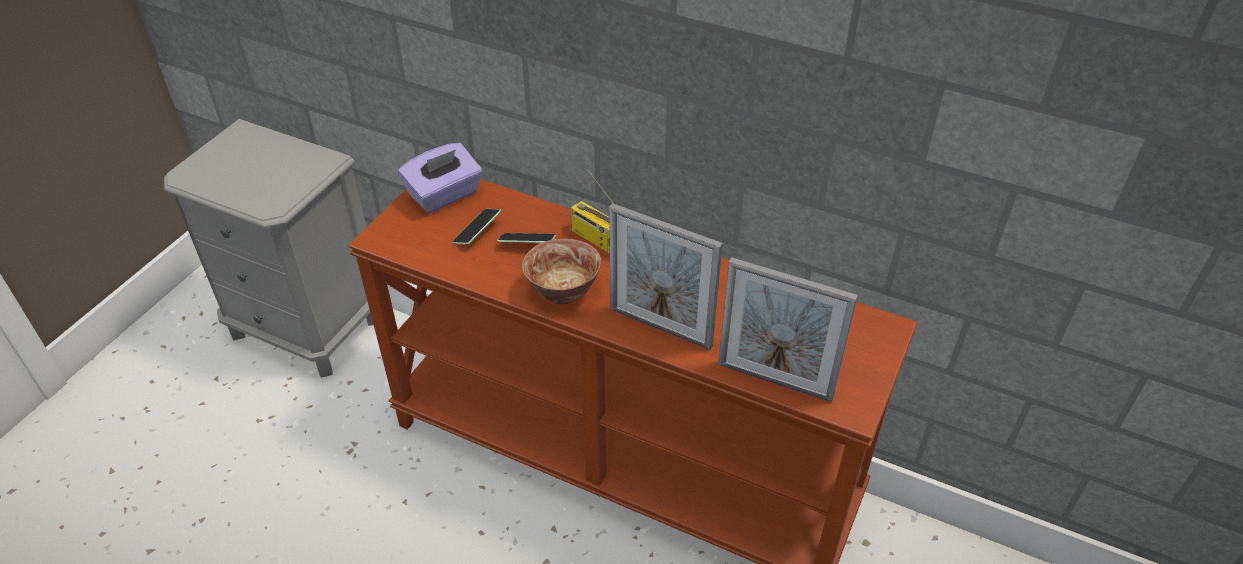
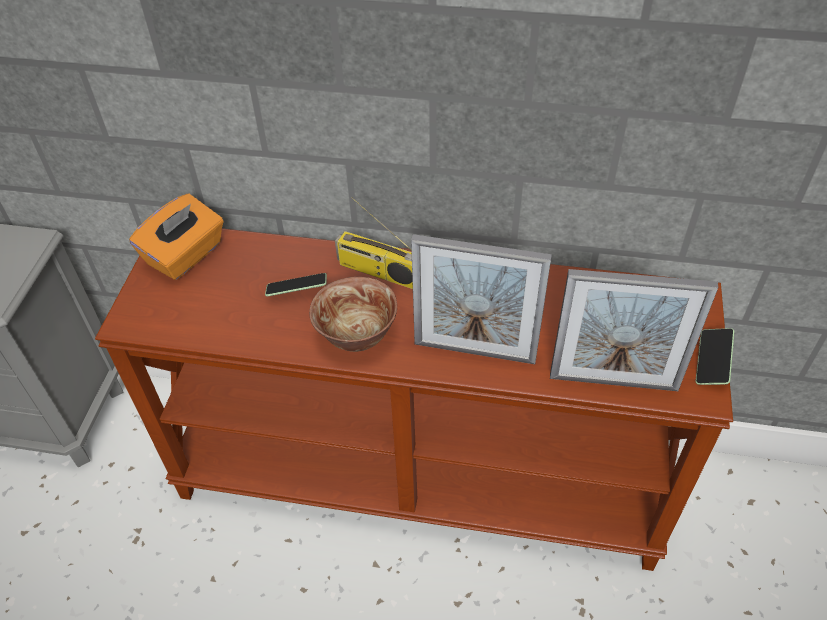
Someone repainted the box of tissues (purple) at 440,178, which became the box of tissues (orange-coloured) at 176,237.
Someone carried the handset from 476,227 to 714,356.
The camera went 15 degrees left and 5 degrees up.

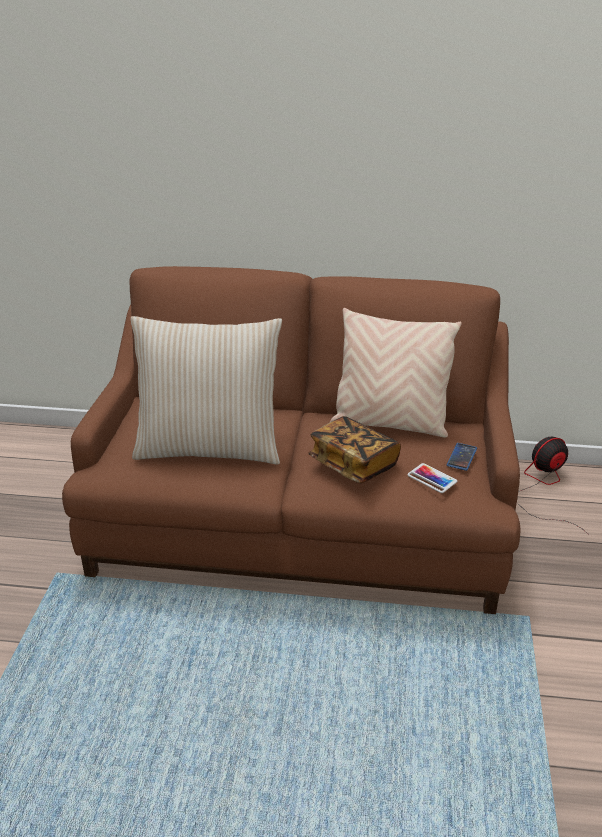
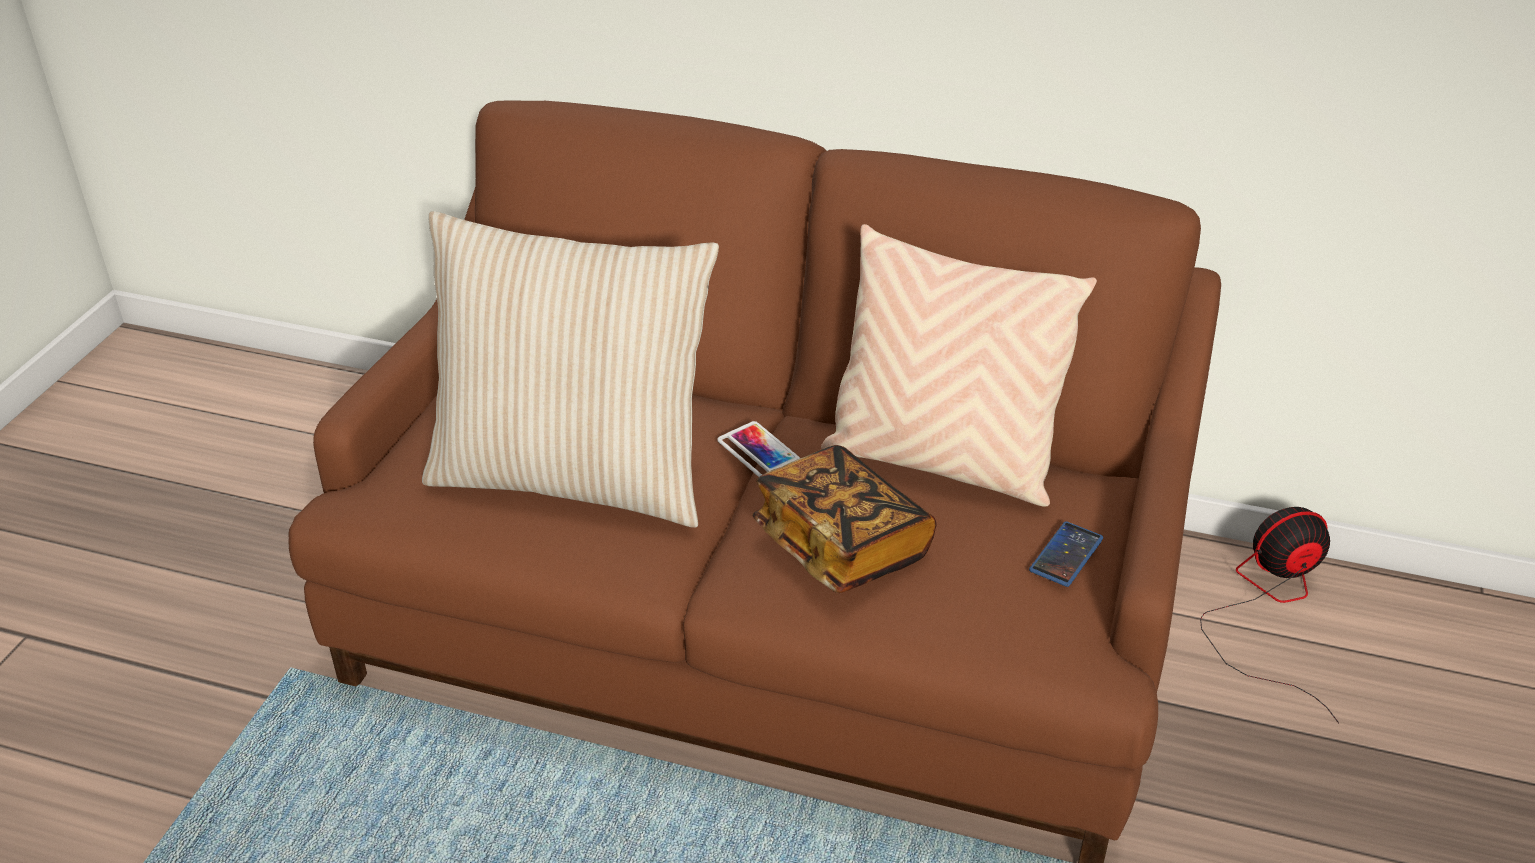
Someone carried the handset from 432,478 to 758,449.
The camera went 10 degrees right and 5 degrees up.

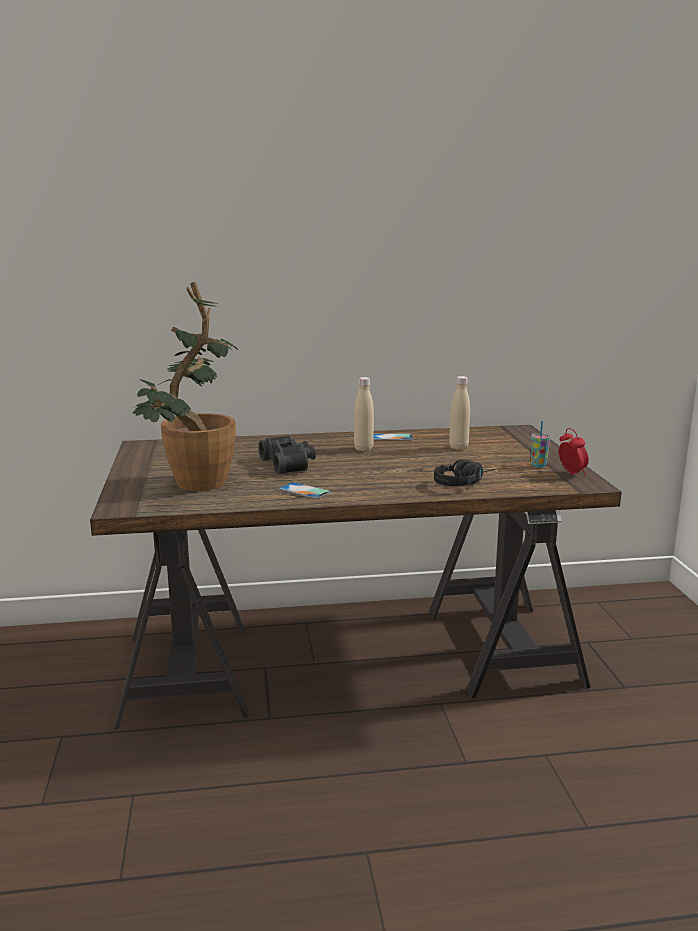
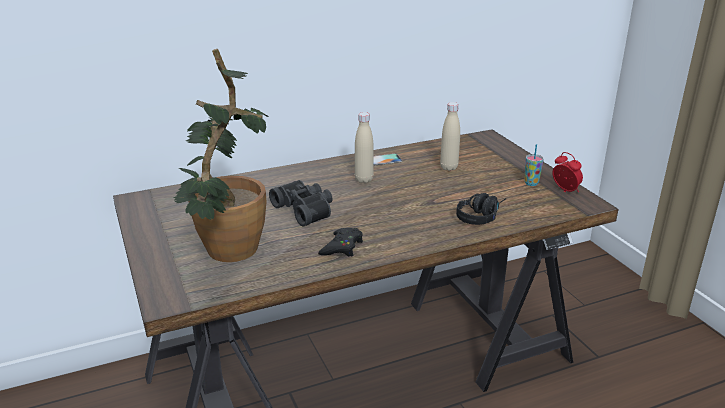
Someone swapped the handset at 304,490 for the game controller (black) at 340,242.
The camera went 15 degrees left and 10 degrees up.

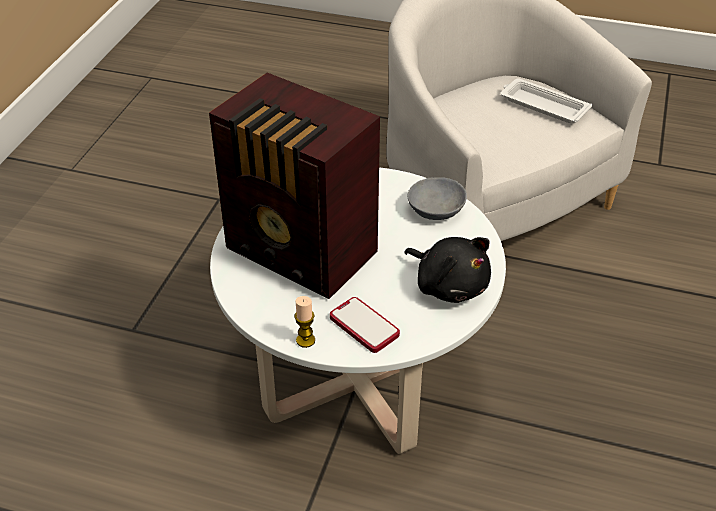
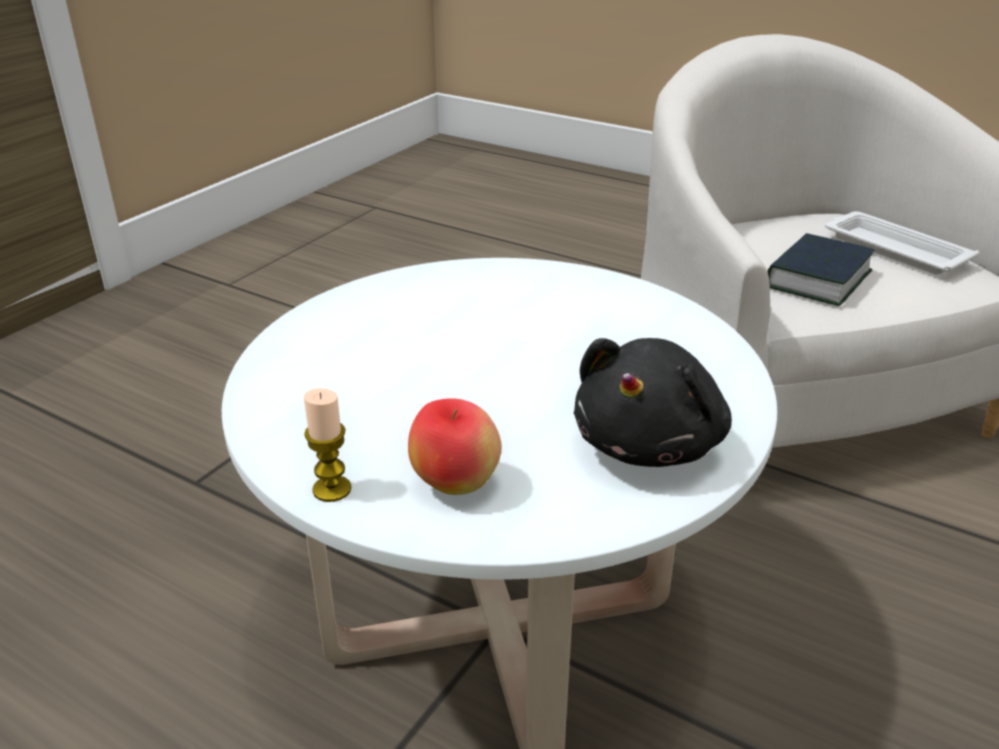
Someone took away the radio set at 294,186.
Someone swapped the handset at 365,325 for the apple fruit at 454,446.
Someone rotated the cuddly toy (black) at 447,270 by 60 degrees clockwise.
Someone took away the deep dish (gray) at 437,198.
Someone put down the bound book at 821,269.
The camera went 15 degrees right and 10 degrees down.

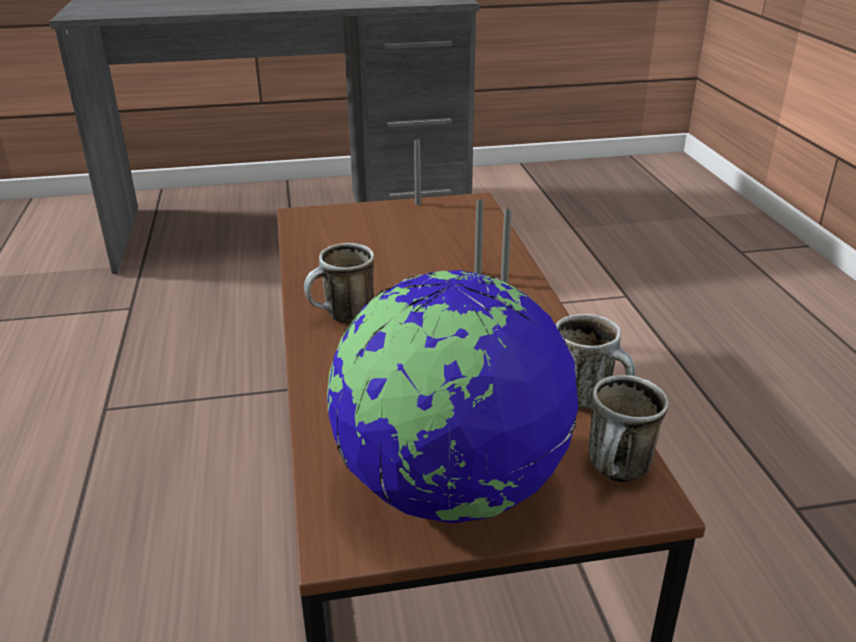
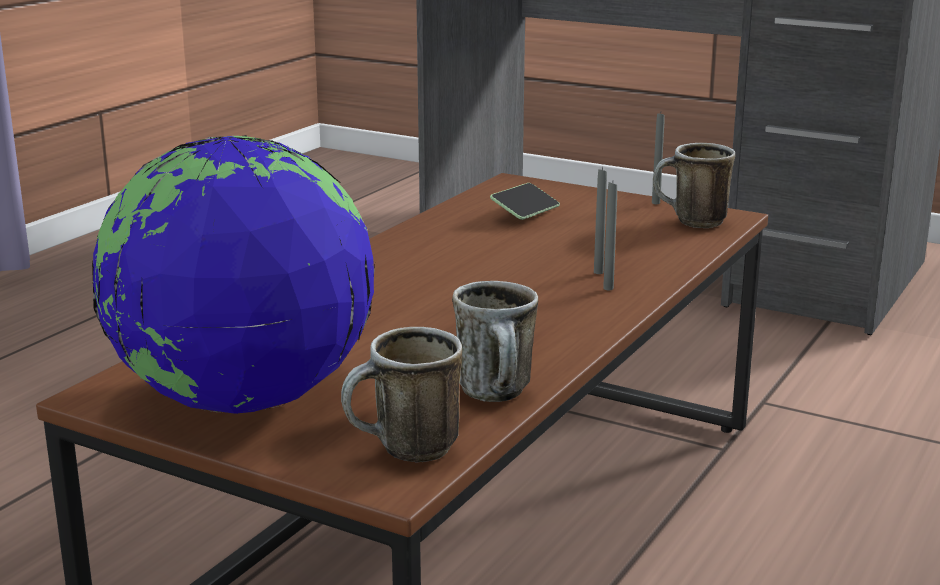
Someone carried the tea mug from 339,283 to 694,185.
Someone put down the handset at 525,201.
The camera went 40 degrees right and 10 degrees down.

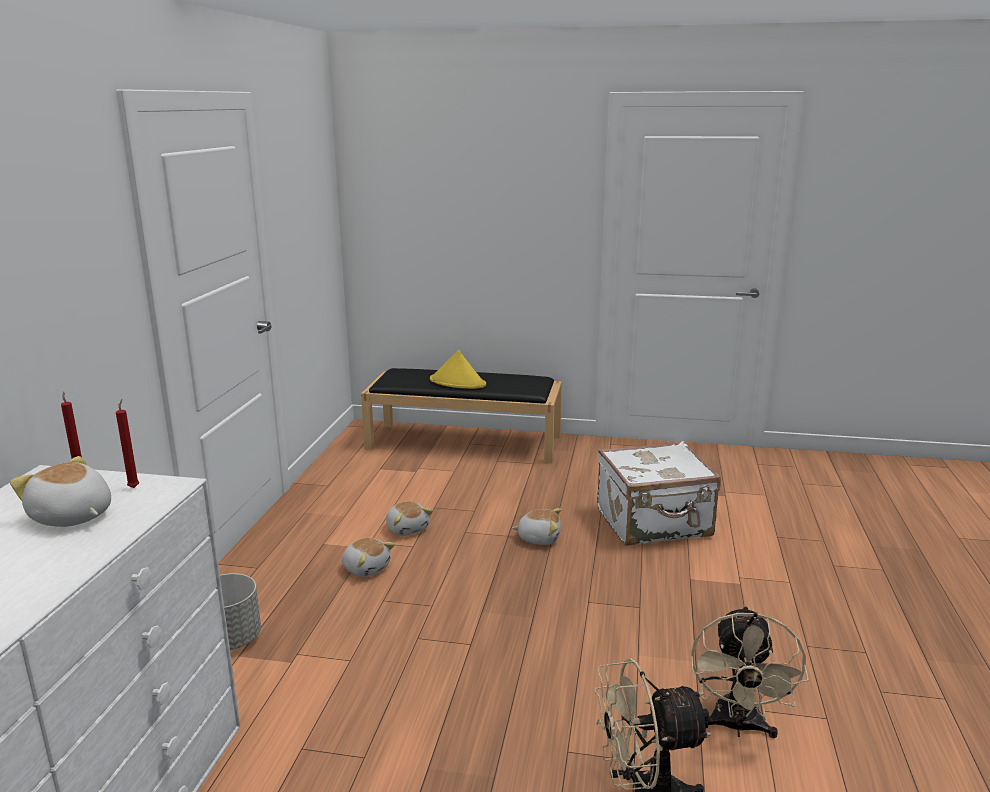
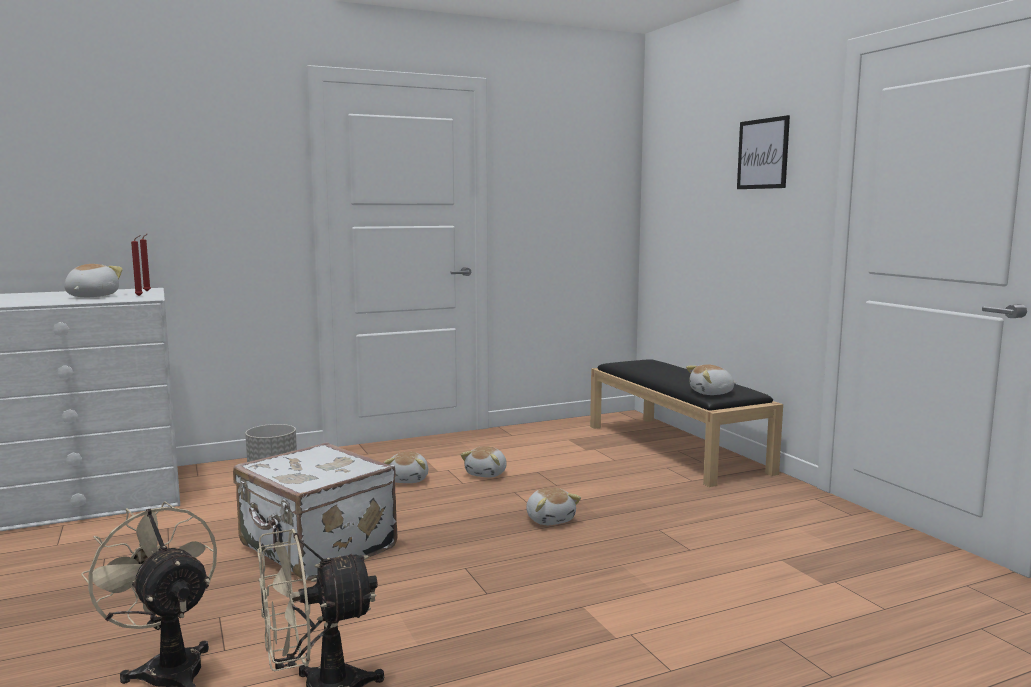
Someone took away the clothing hat (yellowish) at 458,369.
Someone carried the suitcase (whitish) from 659,493 to 315,511.
Someone put down the cuddly toy at 711,380.
Someone put up the wall art at 763,152.
The camera went 55 degrees right and 10 degrees down.

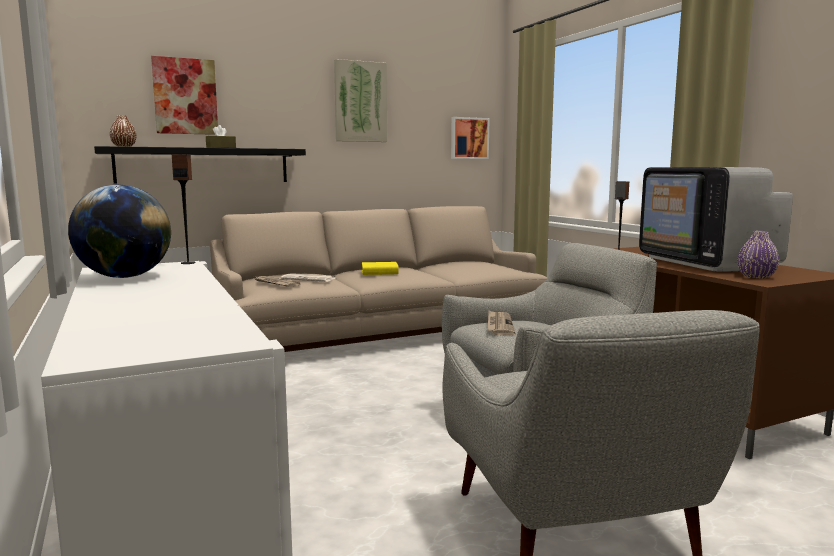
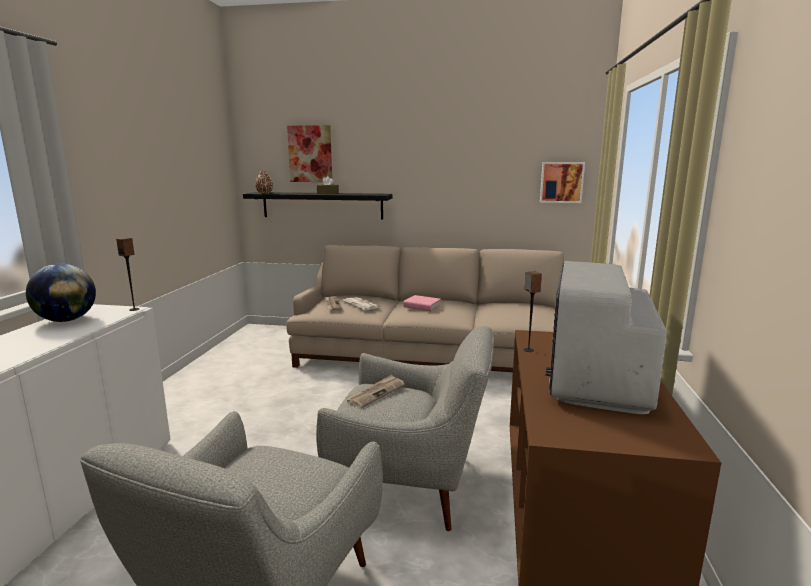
Someone took away the wall art at 360,100.
Someone repainted the bound book (yellowish) at 380,268, which became the bound book (pink-coloured) at 422,303.
Someone took away the decorative vase (purple) at 758,254.
The camera went 35 degrees right and 5 degrees up.

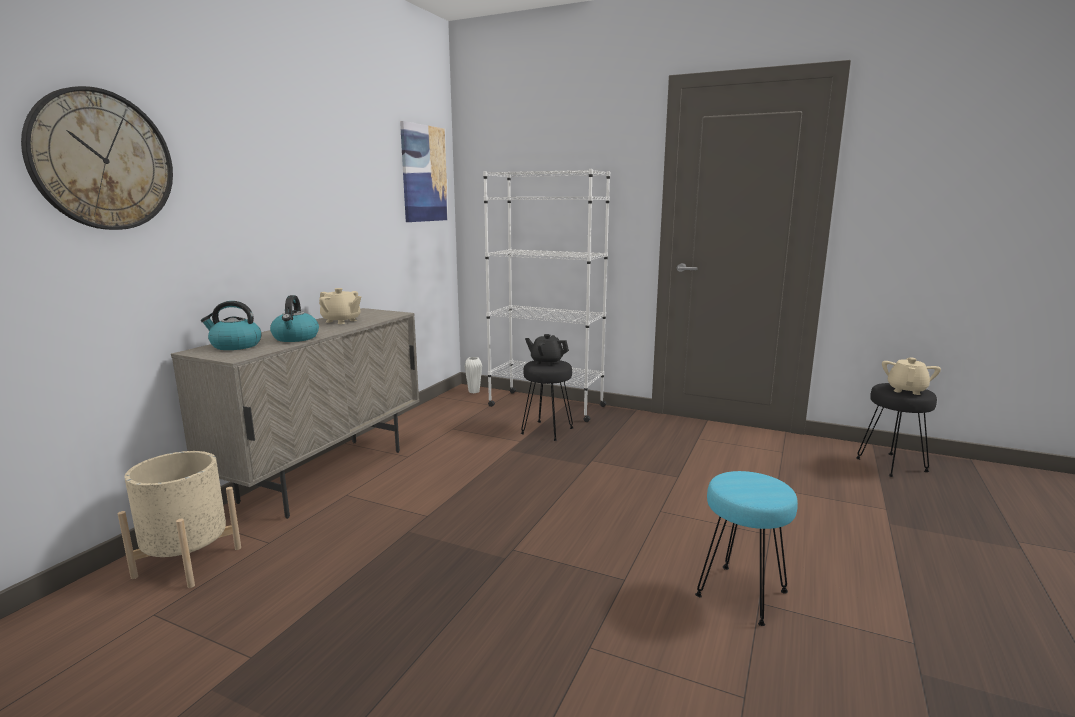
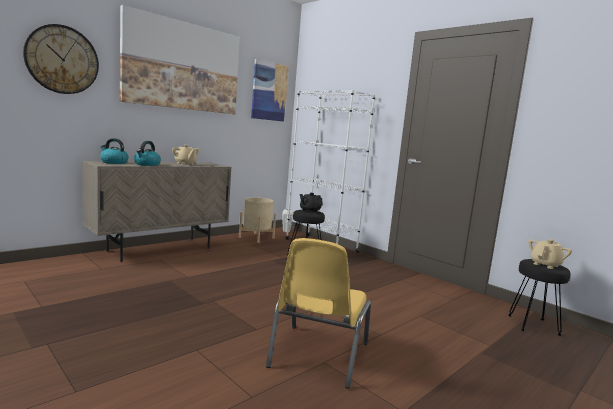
Someone carried the planter (sand-coloured) from 179,519 to 257,220.
Someone swapped the sitting stool (blue-green) at 746,548 for the upright chair (yellowish) at 318,313.
Someone put up the wall art at 180,59.
The camera went 20 degrees right and 5 degrees down.

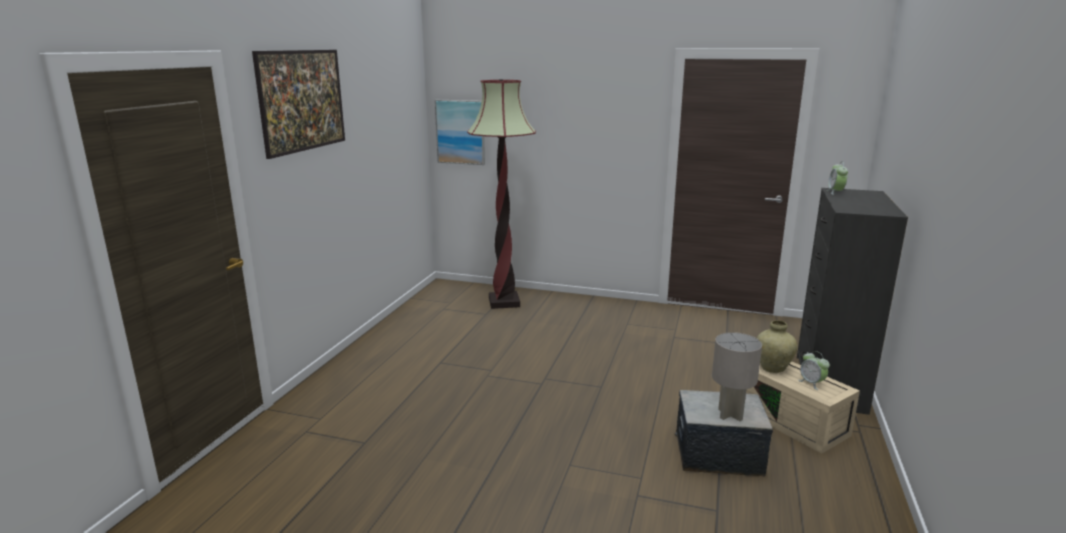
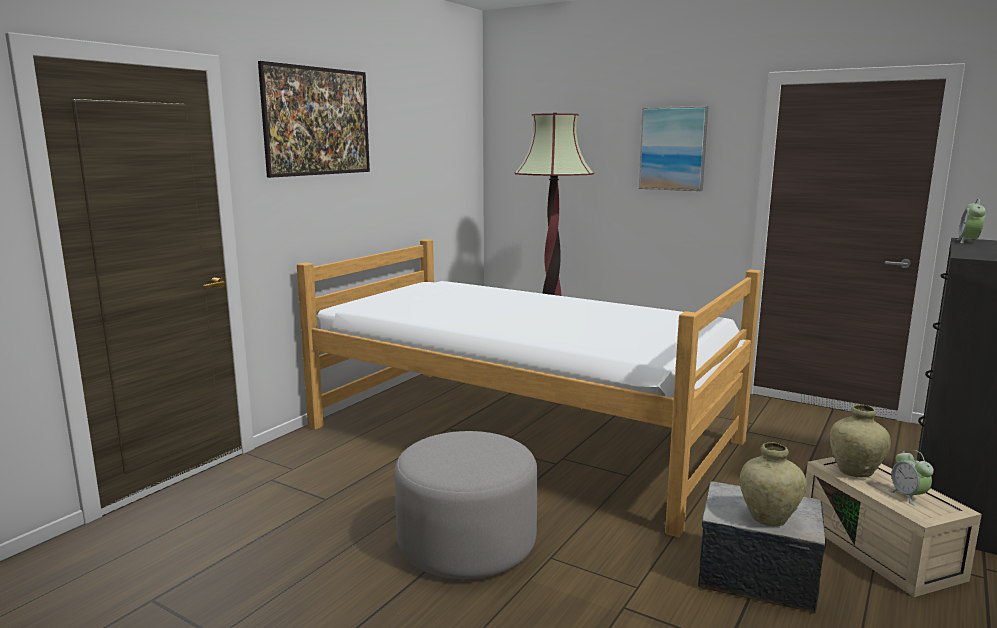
Someone carried the wall art from 460,132 to 674,148.
Someone swapped the lamp for a table (gray) at 737,376 for the decorative vase (sand-coloured) at 773,484.
Someone put down the sleeping bed at 529,388.
Someone put down the pouffe (gray) at 466,505.
The camera went 15 degrees right and 5 degrees down.

